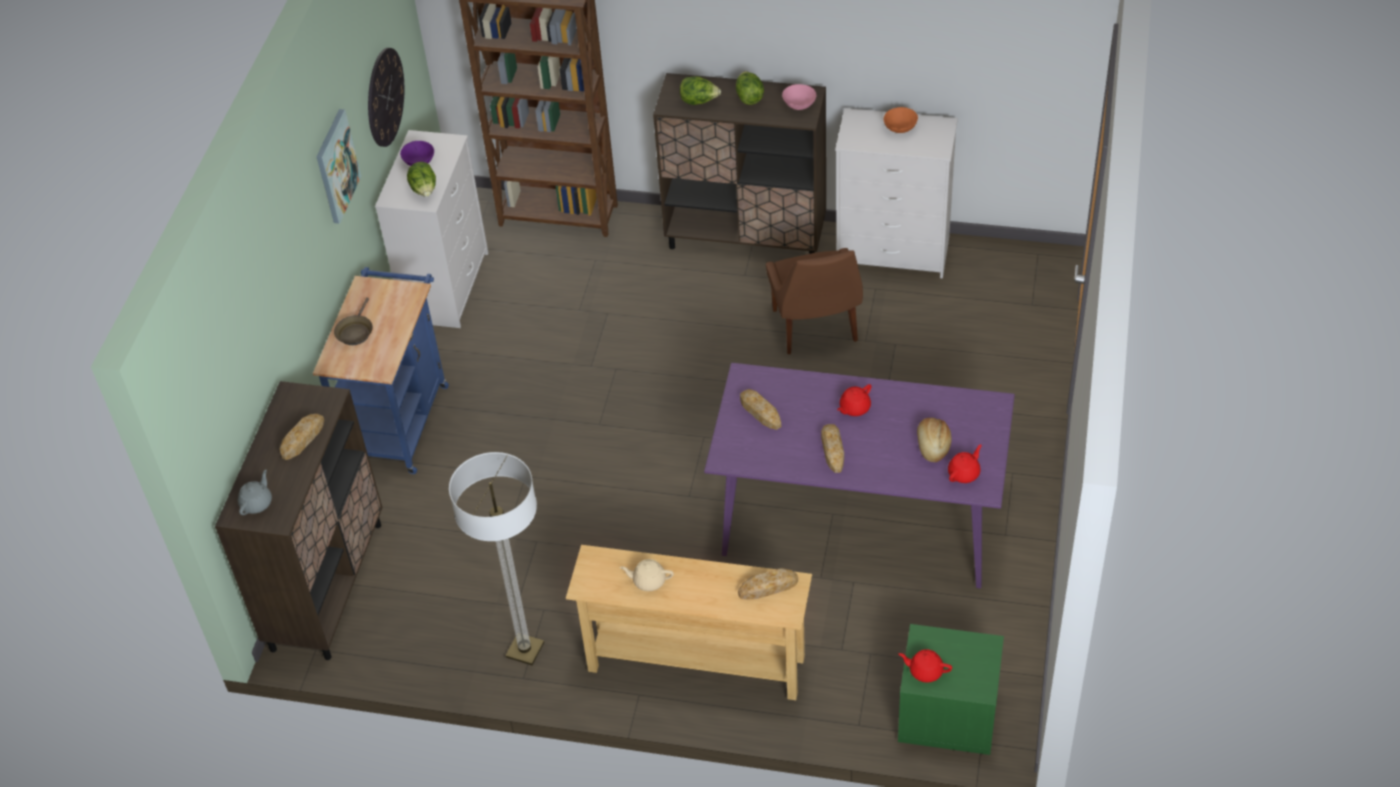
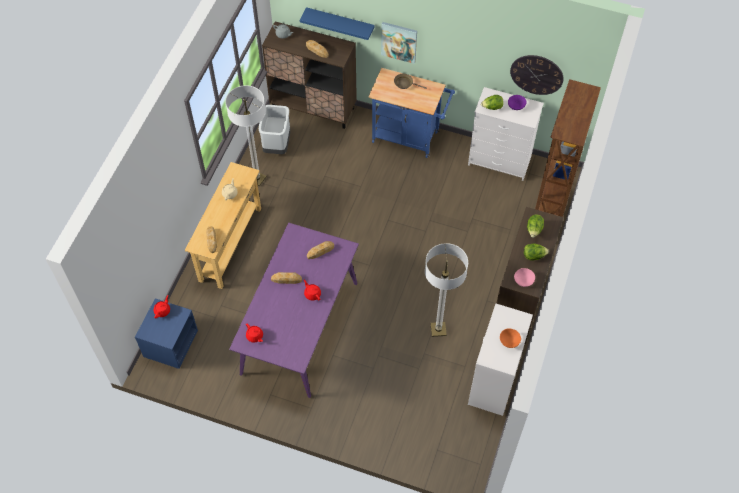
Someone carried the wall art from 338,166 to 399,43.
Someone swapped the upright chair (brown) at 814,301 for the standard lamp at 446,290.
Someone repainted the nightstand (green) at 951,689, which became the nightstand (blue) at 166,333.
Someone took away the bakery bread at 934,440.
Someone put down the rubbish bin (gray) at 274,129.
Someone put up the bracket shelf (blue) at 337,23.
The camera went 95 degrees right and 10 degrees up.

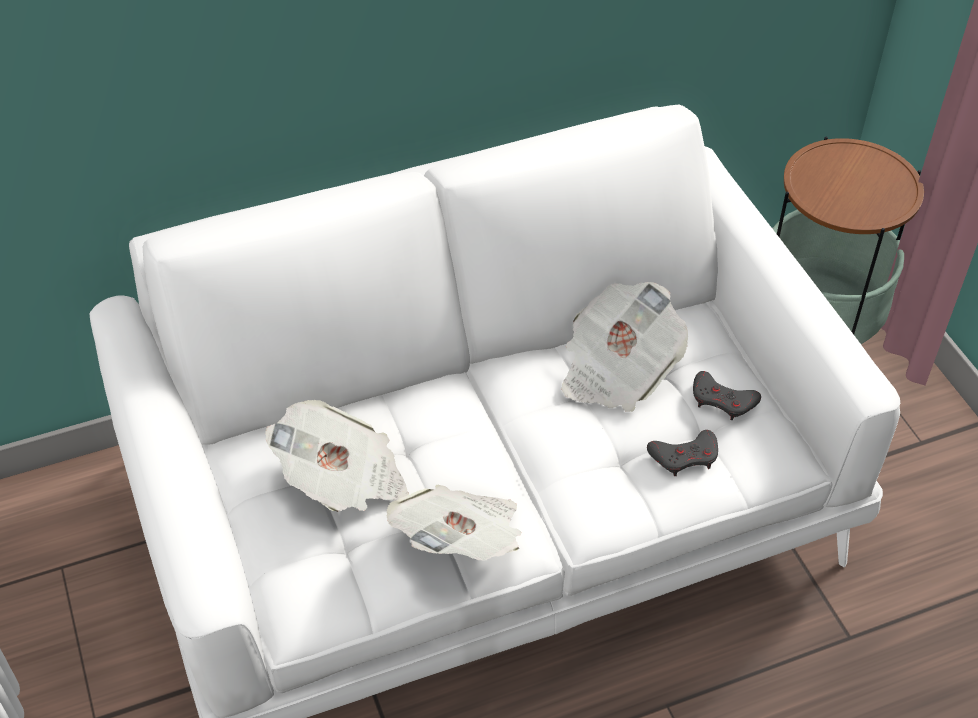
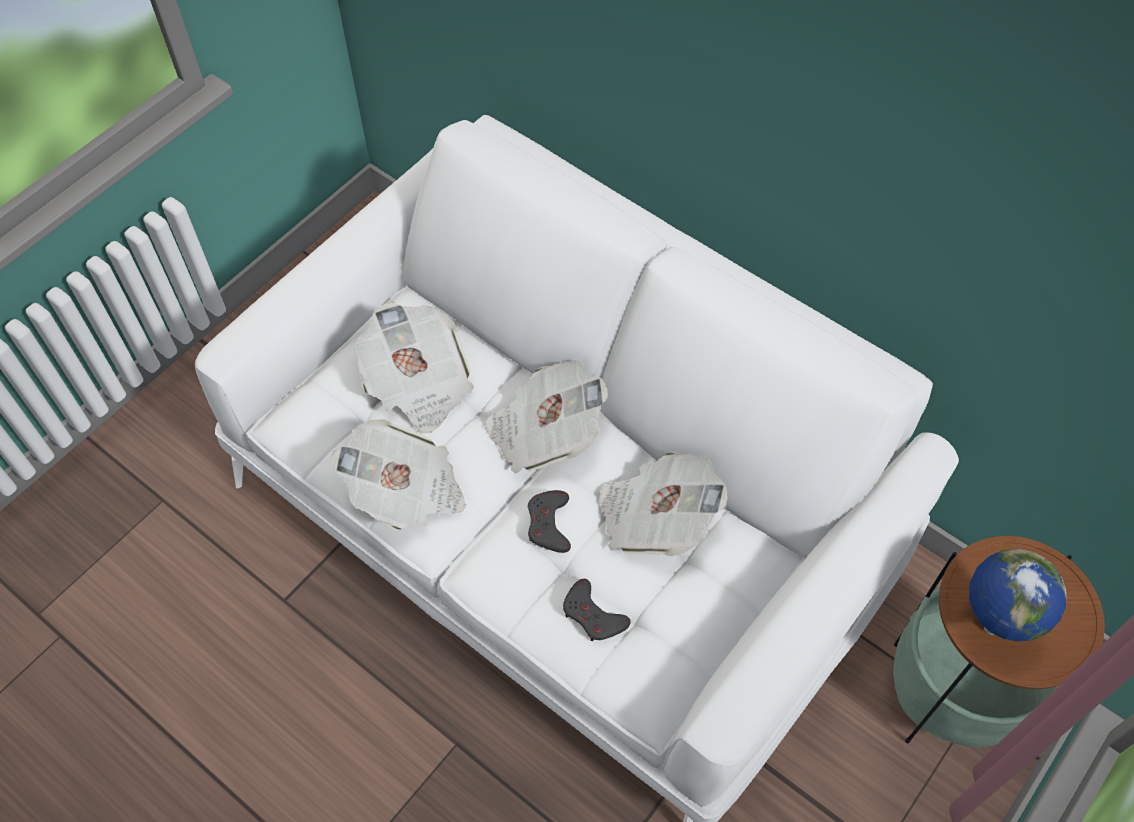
Someone carried the game controller (gray) from 727,395 to 549,521.
Someone put down the printed paper at 547,417.
Someone put down the world globe at 1017,595.
The camera went 60 degrees right and 10 degrees up.

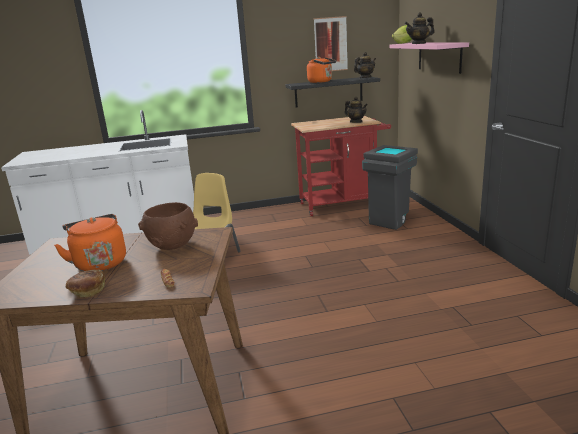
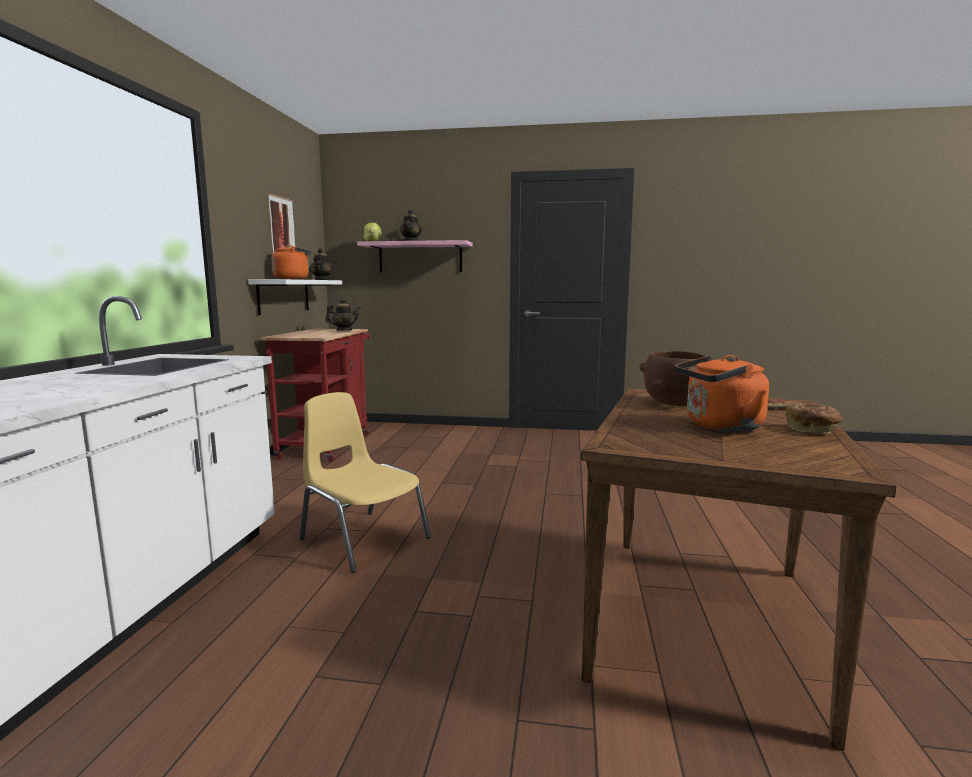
Someone repainted the bracket shelf (black) at 333,92, which became the bracket shelf (whitish) at 295,297.
Someone took away the rubbish bin (gray) at 390,187.
The camera went 70 degrees left and 10 degrees down.

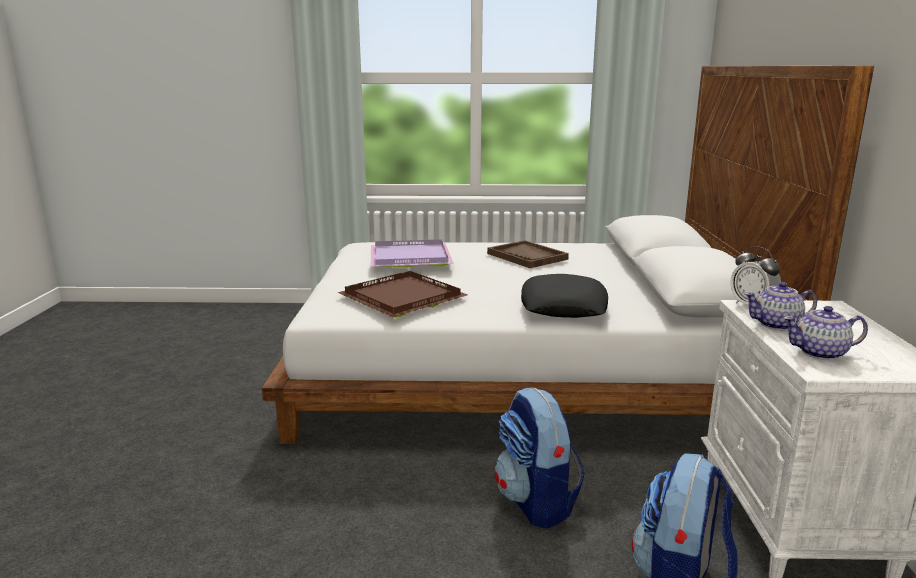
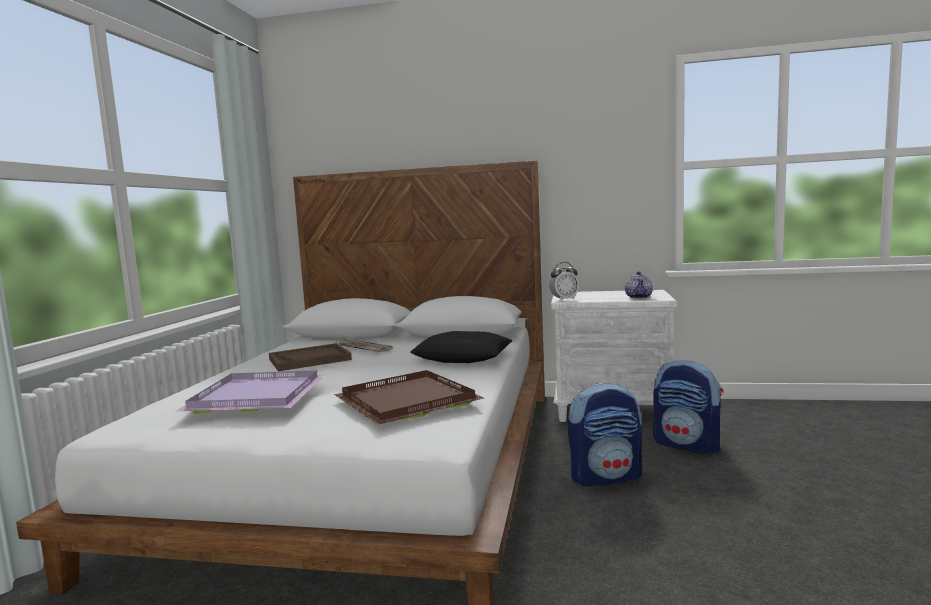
Someone took away the tea pot at 780,306.
Someone put down the printed paper at 365,345.
The camera went 80 degrees left and 10 degrees down.

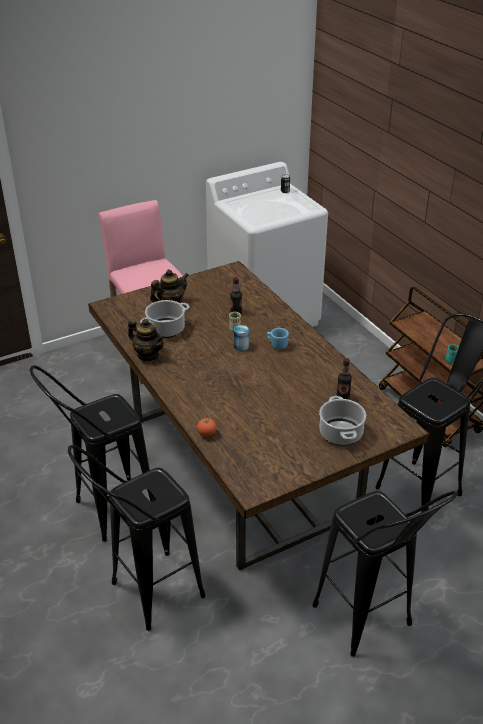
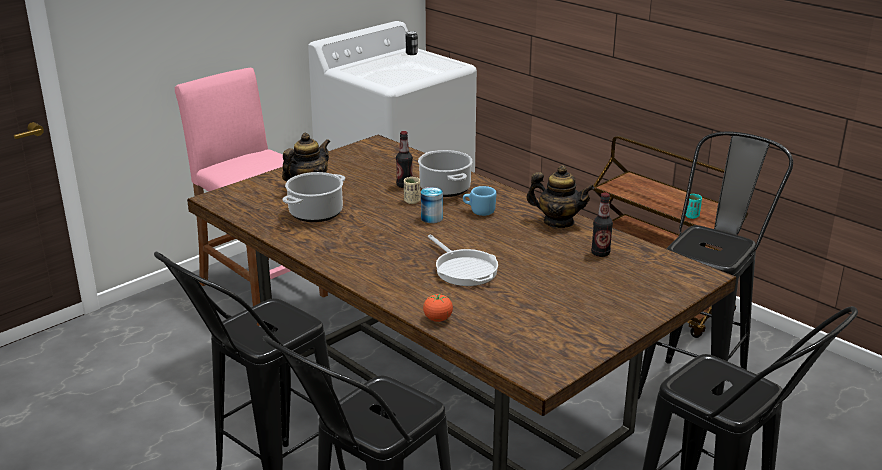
Someone carried the tea pot from 146,340 to 560,196.
Someone carried the saucepot from 342,421 to 445,173.
Someone put down the skillet at 463,260.
The camera went 15 degrees left and 10 degrees down.

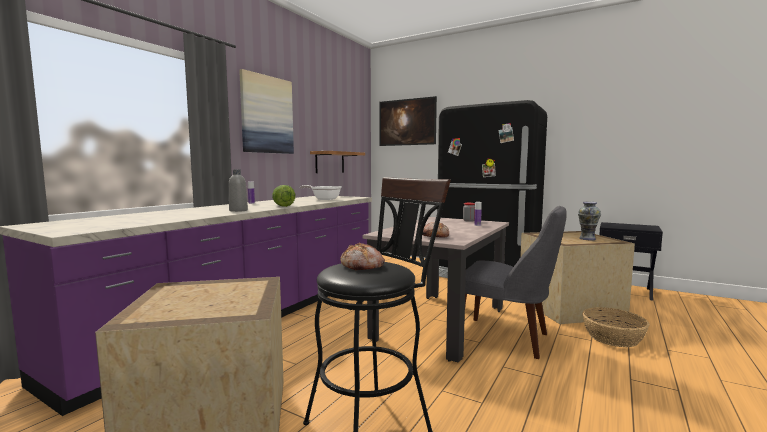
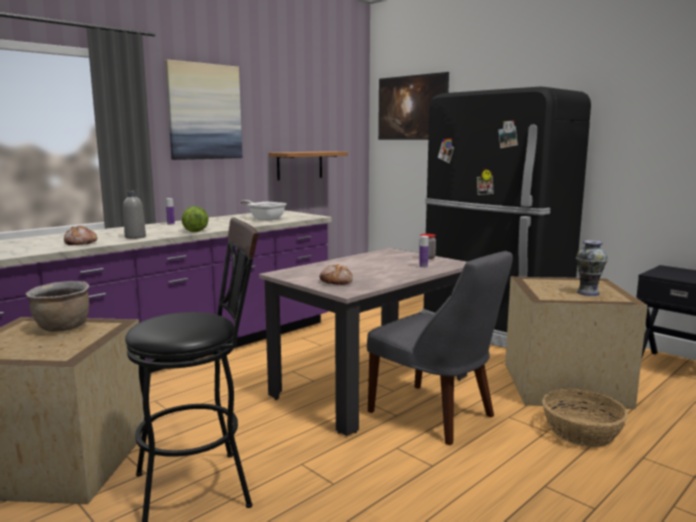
Someone carried the bakery bread from 362,256 to 81,235.
Someone put down the saucepot (brown) at 57,306.
The camera went 15 degrees right and 5 degrees up.

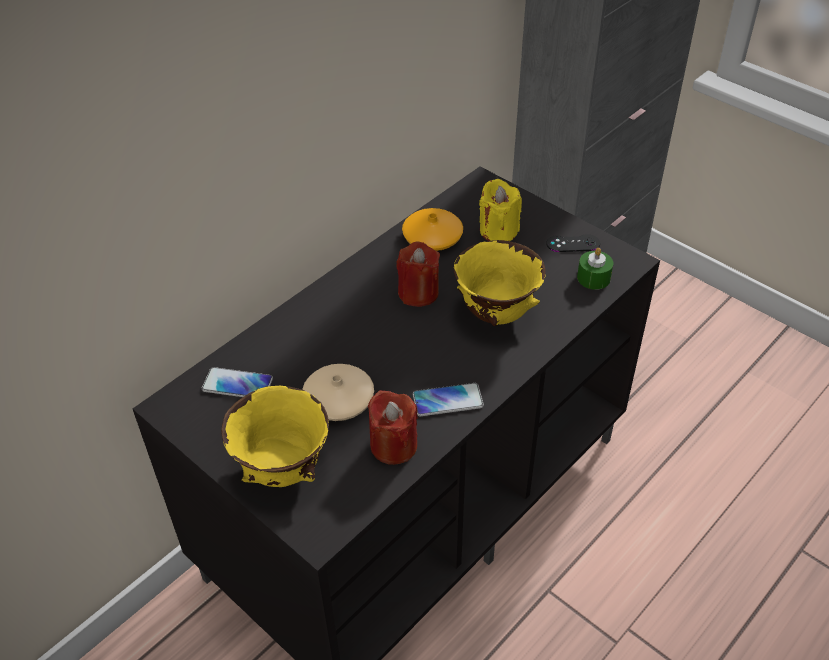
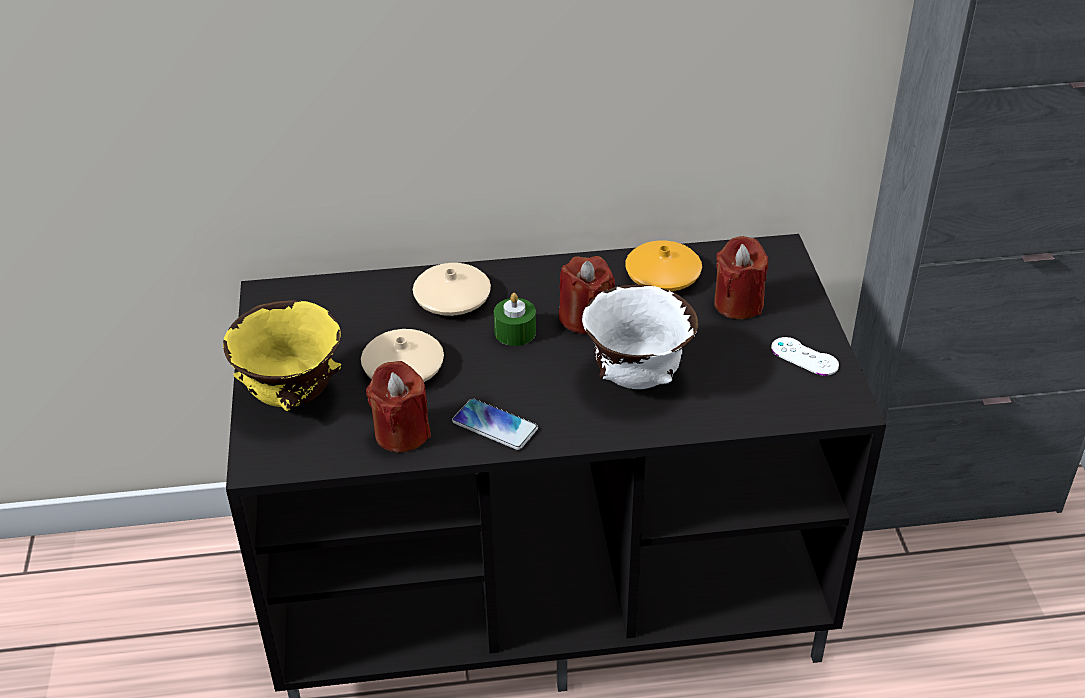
Someone took away the handset at 237,382.
Someone repainted the deep dish (yellowish) at 500,283, which became the deep dish (whitish) at 640,336.
Someone repainted the wax candle (yellowish) at 500,210, which became the wax candle (red-coloured) at 741,277.
Someone repainted the game controller (black) at 573,243, which became the game controller (whitish) at 805,356.
Someone carried the wax candle (green) from 595,269 to 515,319.
Someone put down the decorative vase (sand-coloured) at 452,289.
The camera went 40 degrees right and 5 degrees down.

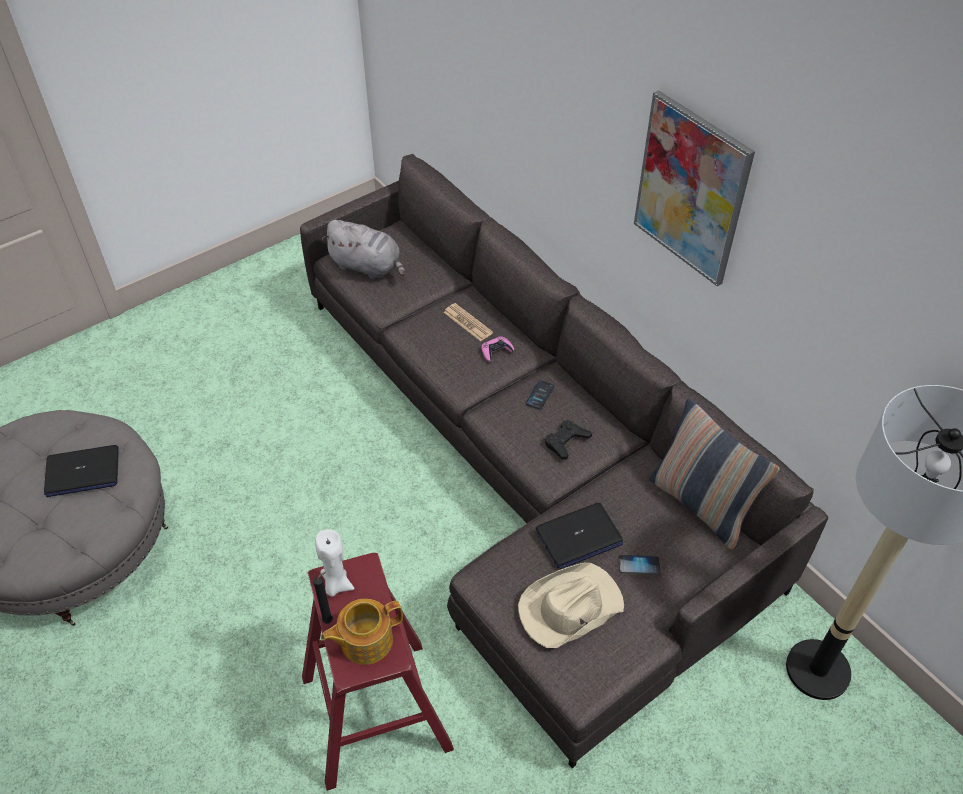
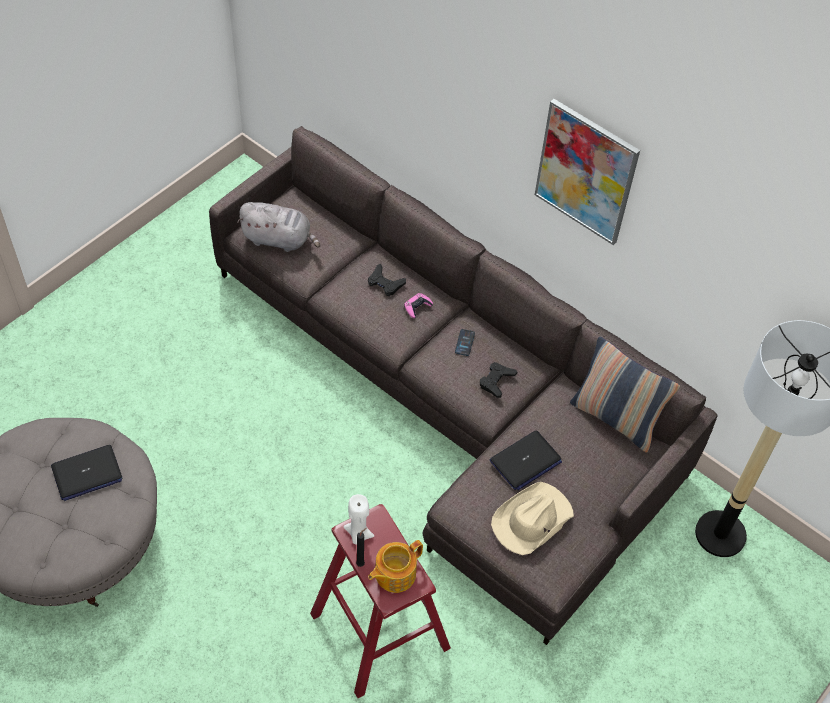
Someone swapped the printed paper at 468,322 for the game controller (black) at 387,280.
Someone took away the handset at 640,565.
The camera went 15 degrees left and 5 degrees up.

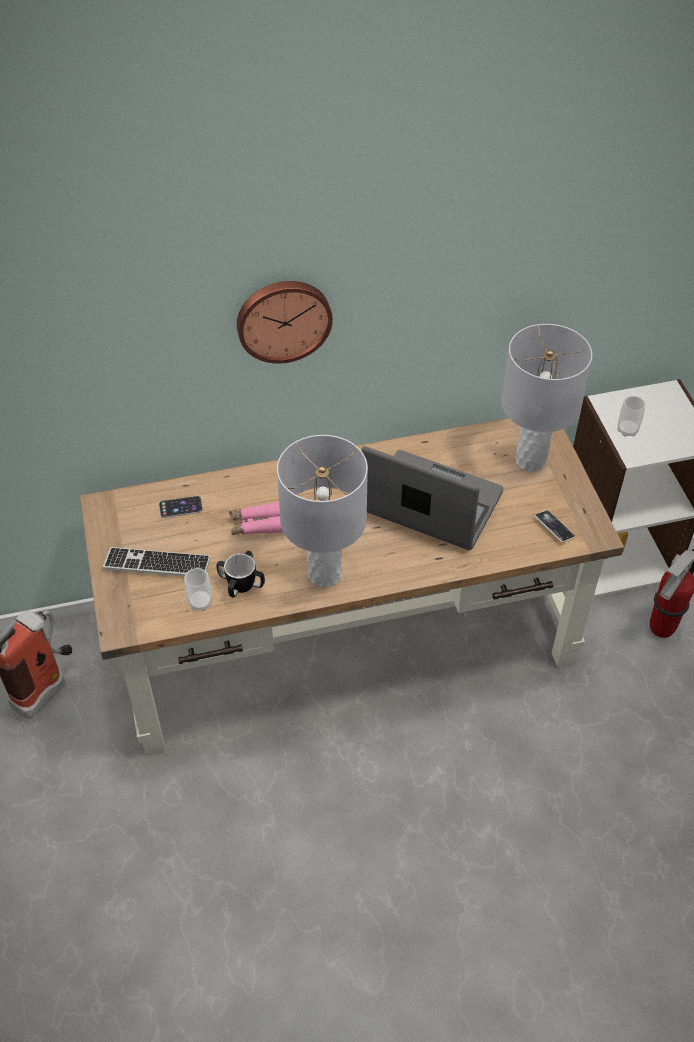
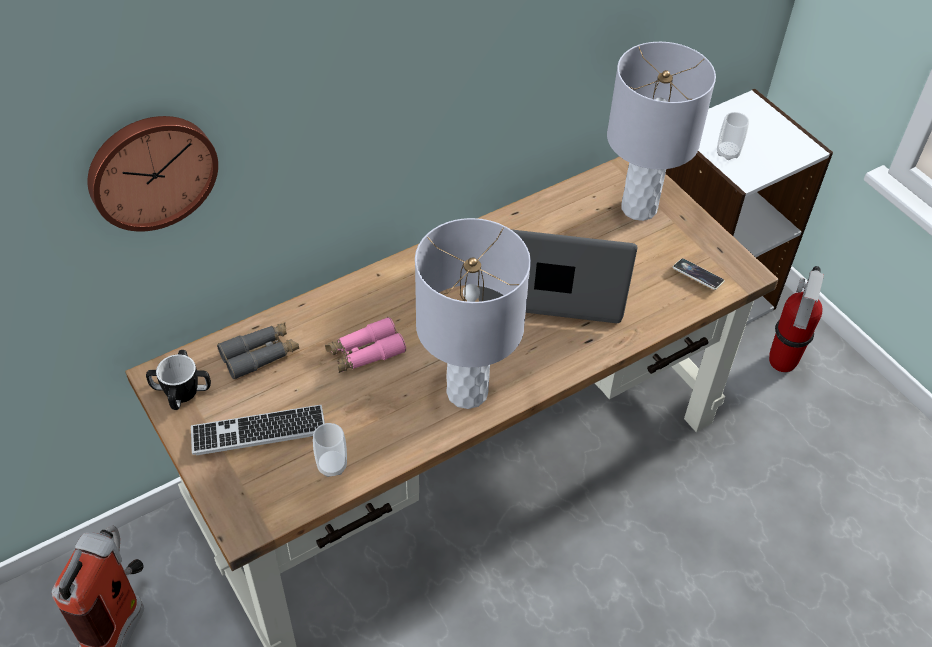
Someone swapped the handset at 181,507 for the binoculars (gray) at 258,351.
Someone carried the tea mug from 240,574 to 178,380.
Someone carried the clock on the wall from 285,322 to 152,174.
The camera went 20 degrees left and 0 degrees up.

